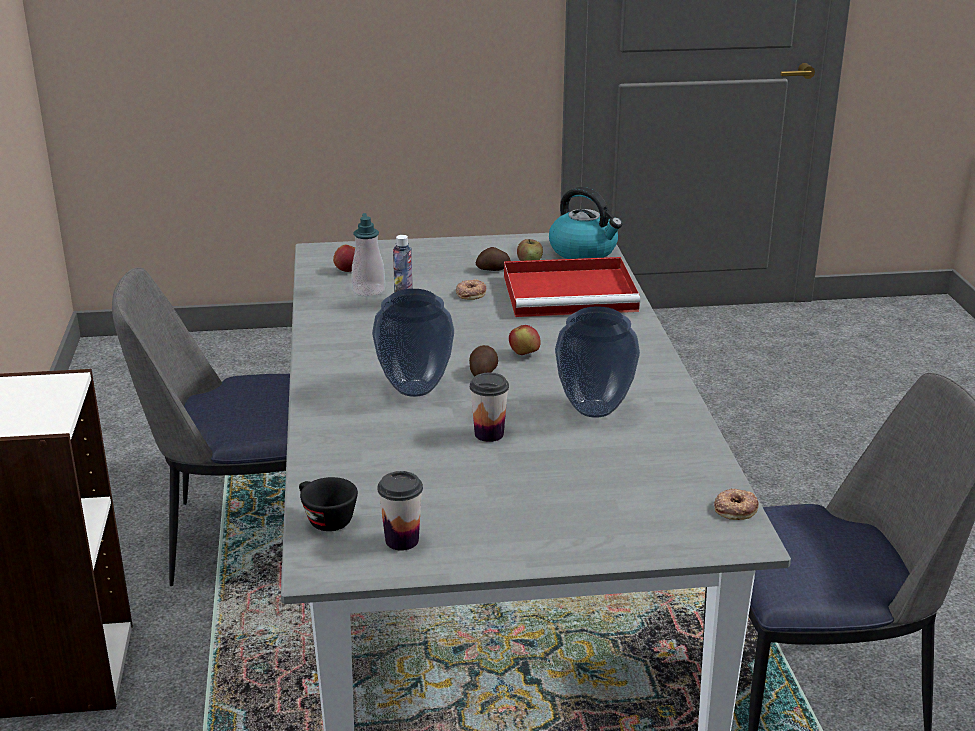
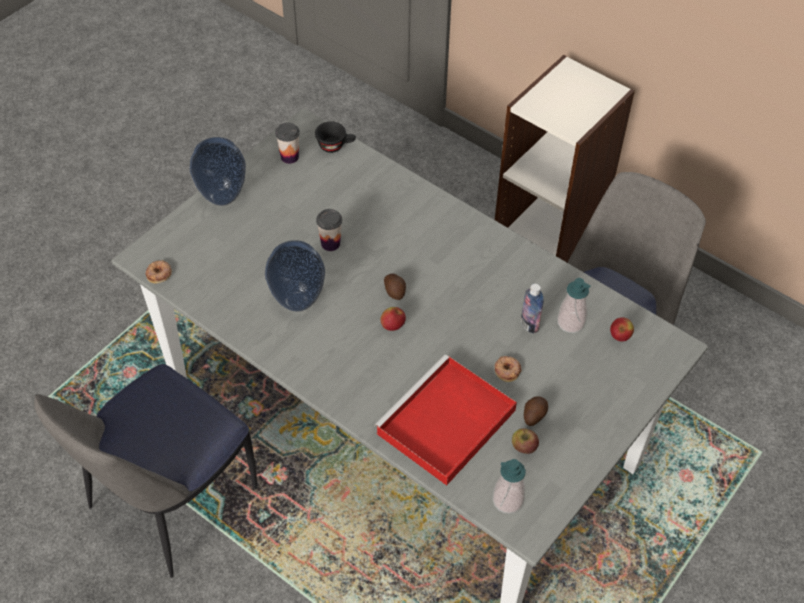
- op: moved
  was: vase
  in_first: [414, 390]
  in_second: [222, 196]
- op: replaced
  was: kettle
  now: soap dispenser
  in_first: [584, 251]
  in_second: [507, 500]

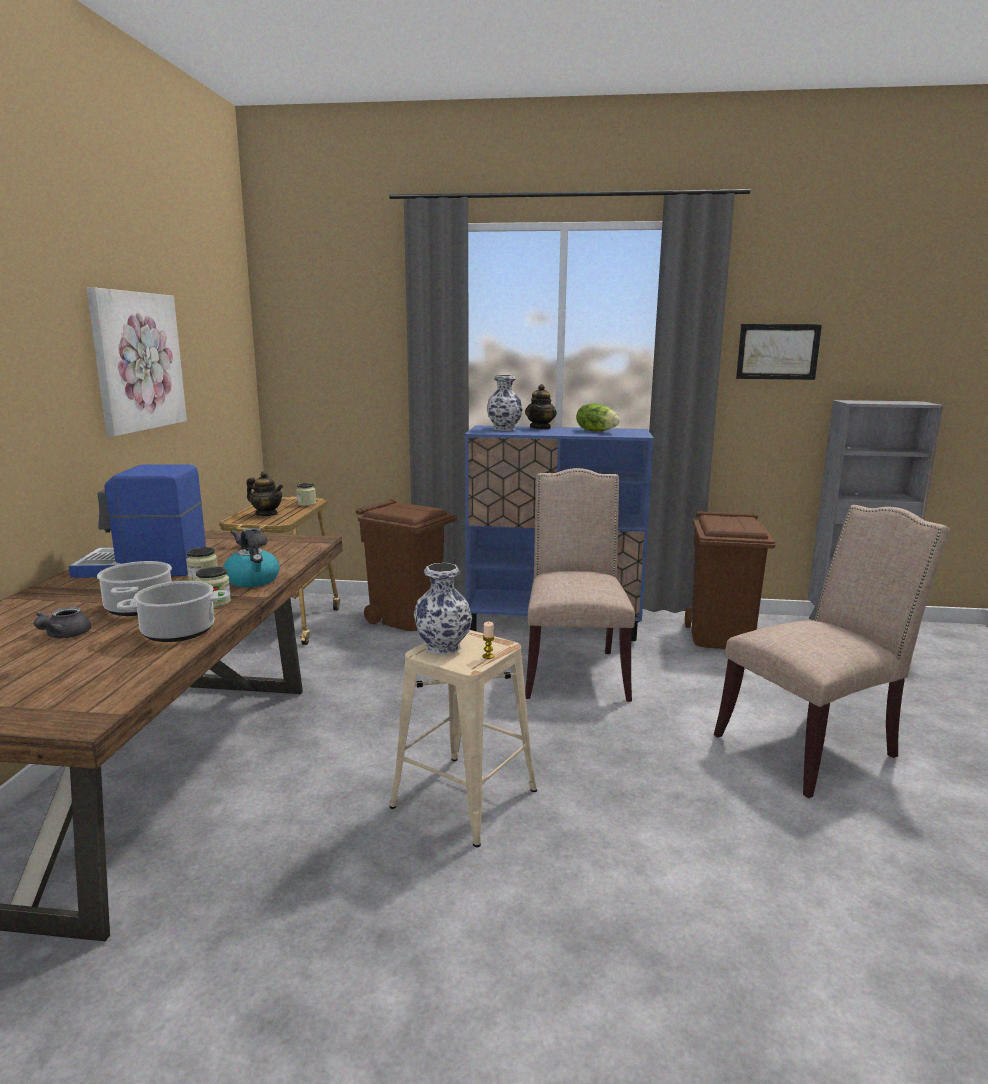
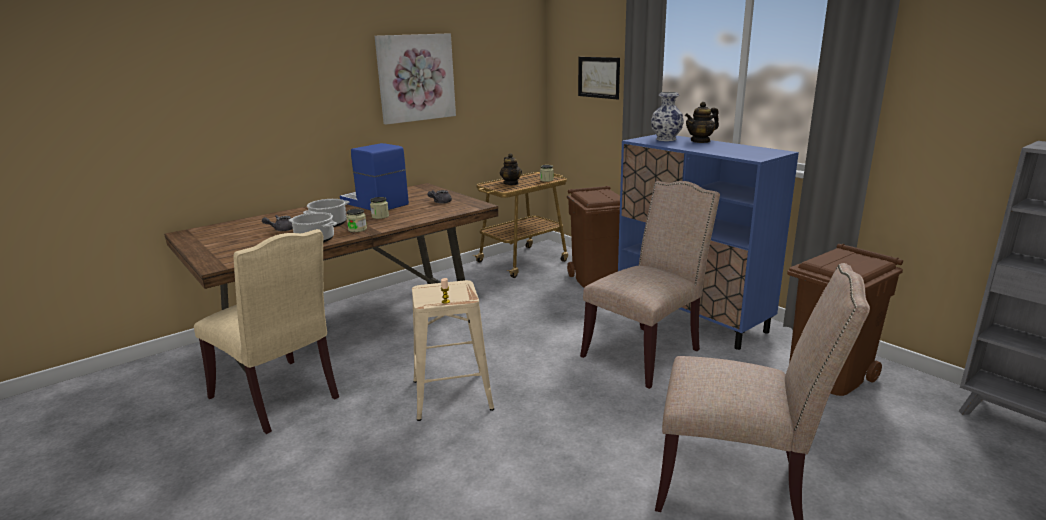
- op: removed
  was: kettle
  in_first: [253, 581]
- op: removed
  was: vase
  in_first: [444, 647]
- op: removed
  was: lettuce
  in_first: [596, 431]
- op: moved
  was: picture
  in_first: [777, 351]
  in_second: [598, 77]
- op: added
  now: chair (beige)
  in_second: [280, 398]

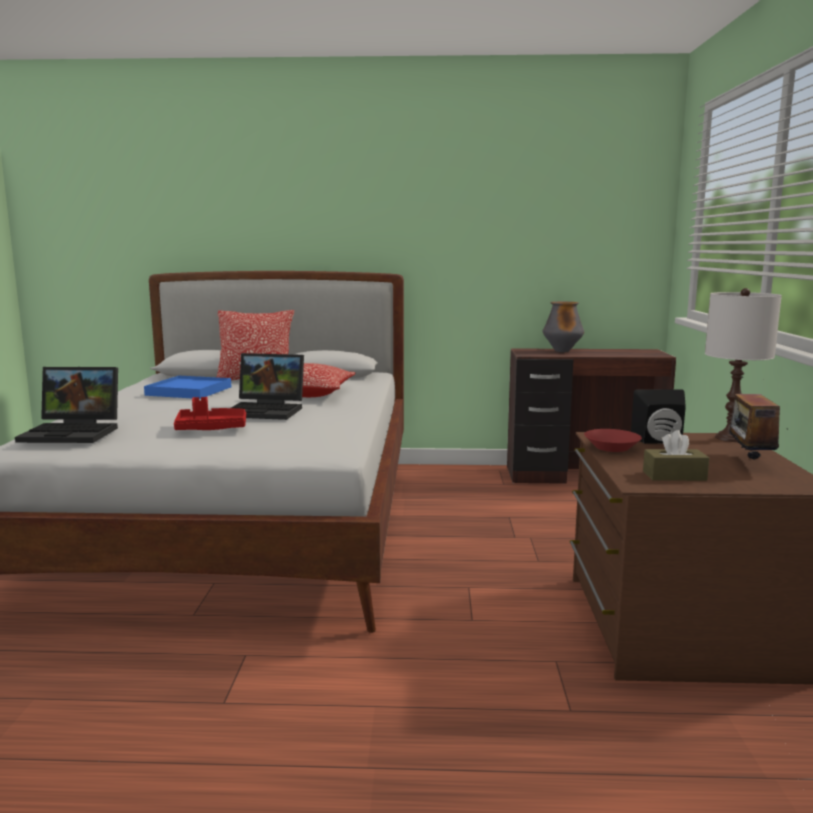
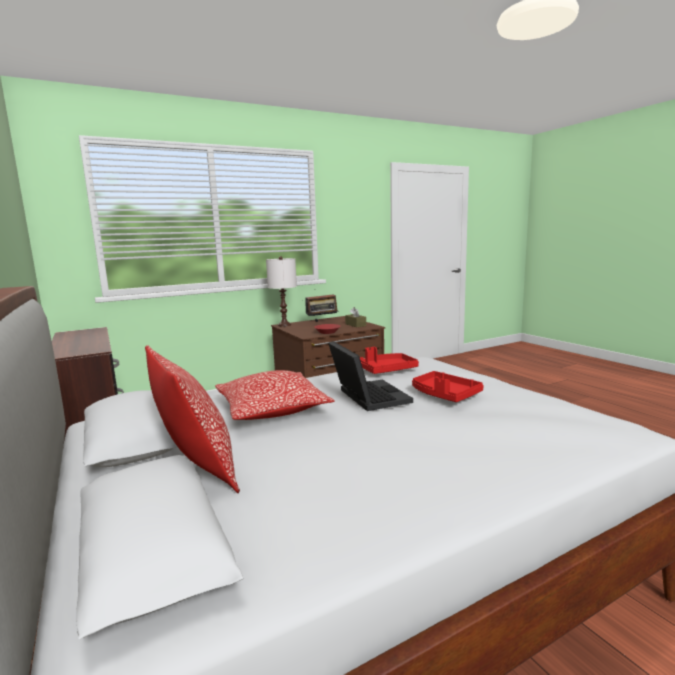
- op: removed
  was: laptop
  in_first: [75, 432]
- op: removed
  was: tray (blue)
  in_first: [189, 391]
- op: removed
  was: vase
  in_first: [562, 351]
- op: removed
  was: speaker (black)
  in_first: [659, 441]
- op: added
  now: tray (red)
  in_second: [386, 370]

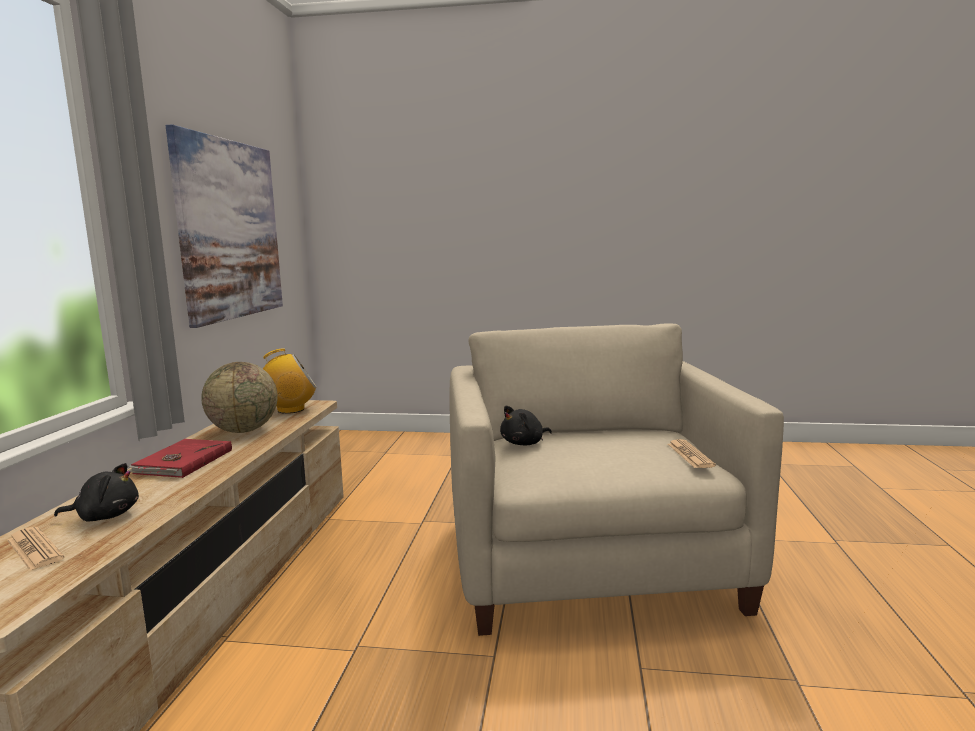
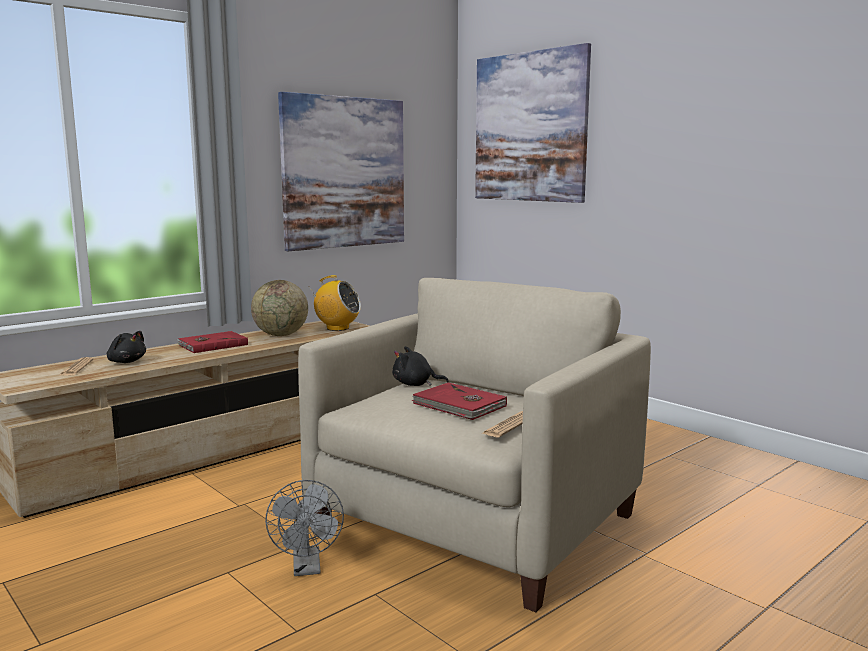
- op: added
  now: fan (grey)
  in_second: [307, 568]
- op: added
  now: book (red)
  in_second: [459, 405]
- op: added
  now: picture
  in_second: [530, 127]

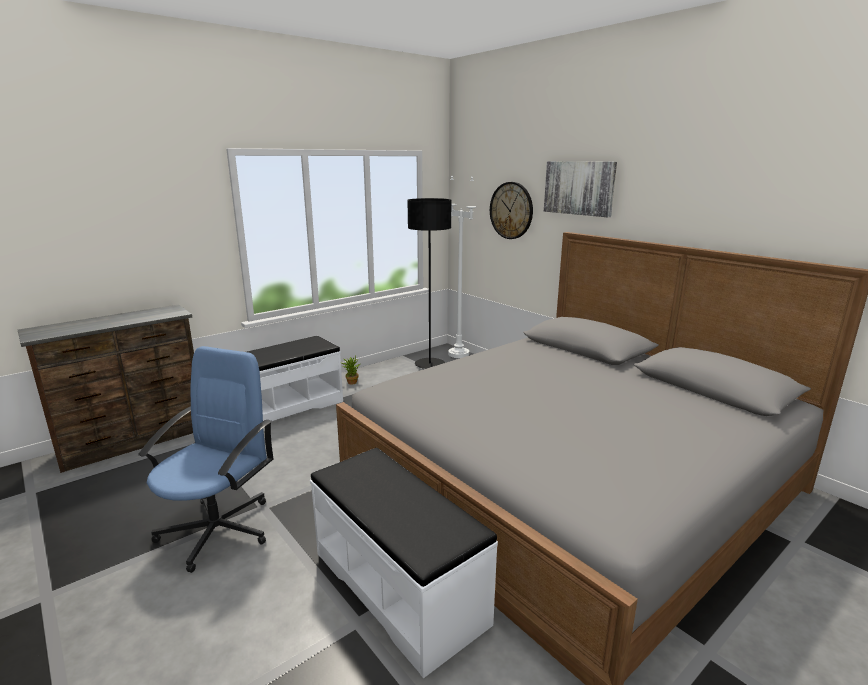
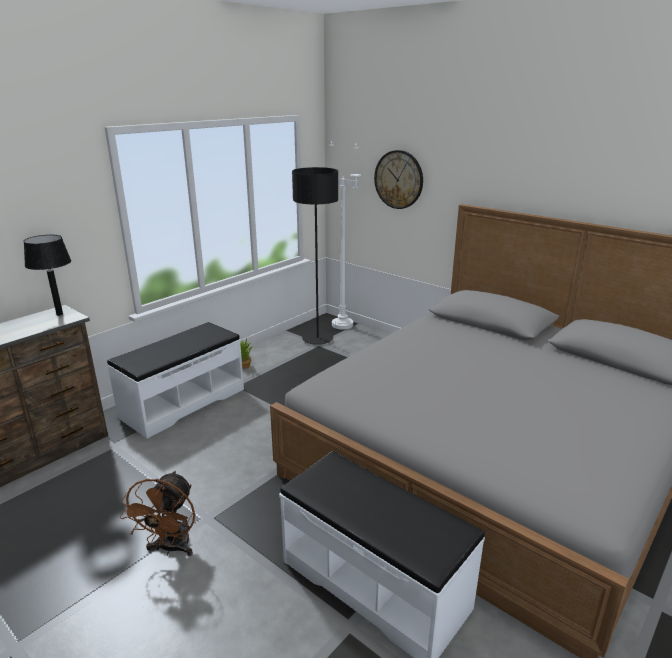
- op: replaced
  was: office chair (blue)
  now: fan (brown)
  in_first: [218, 529]
  in_second: [171, 548]
- op: removed
  was: picture
  in_first: [579, 188]
- op: added
  now: table lamp (black)
  in_second: [59, 314]

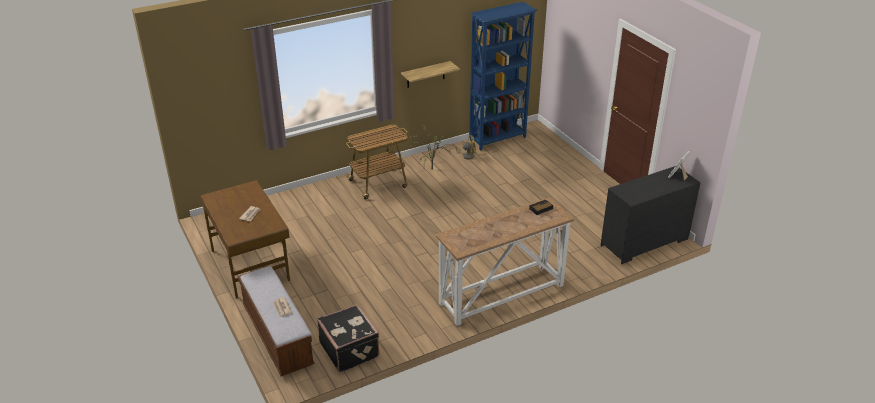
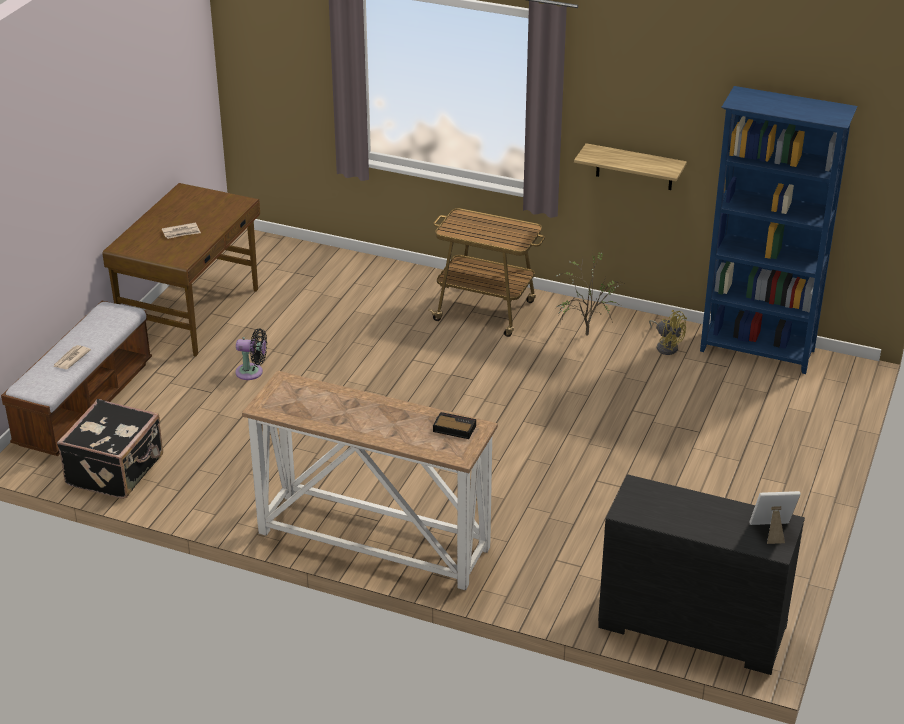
- op: added
  now: fan (black)
  in_second: [252, 372]

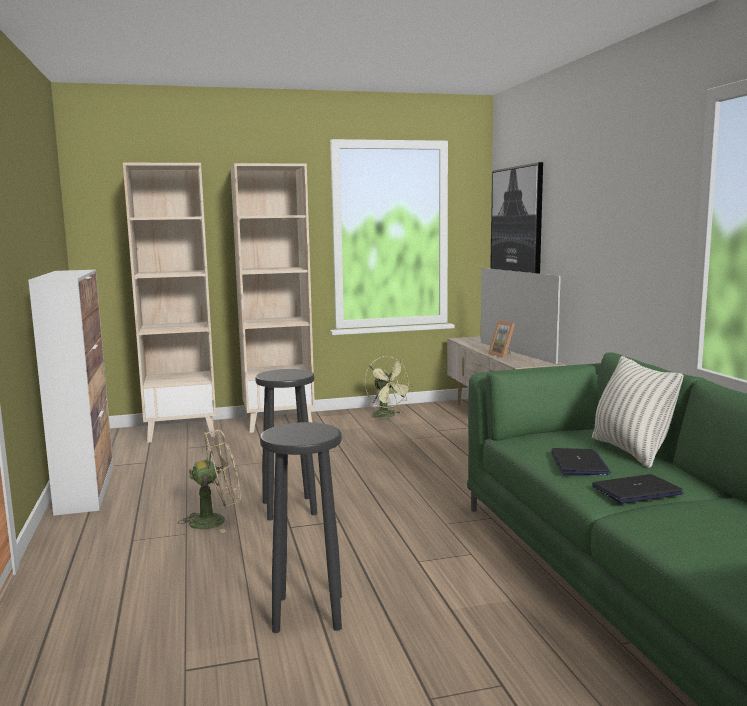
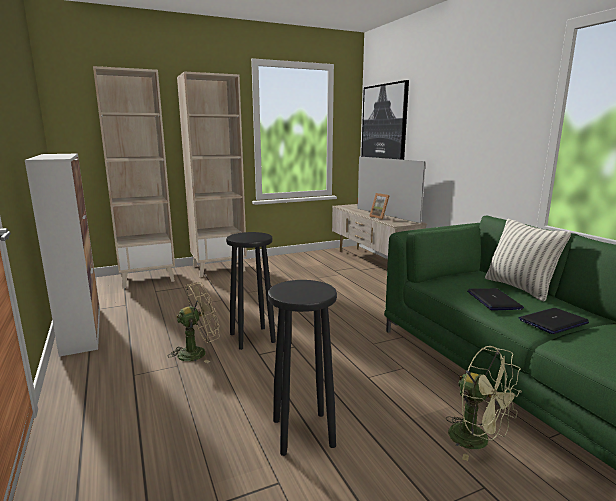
- op: moved
  was: fan (green)
  in_first: [387, 416]
  in_second: [477, 441]

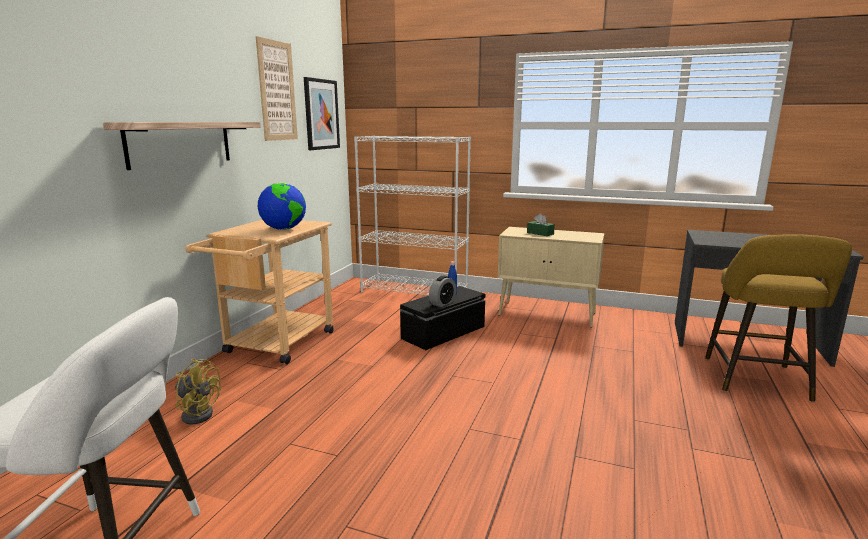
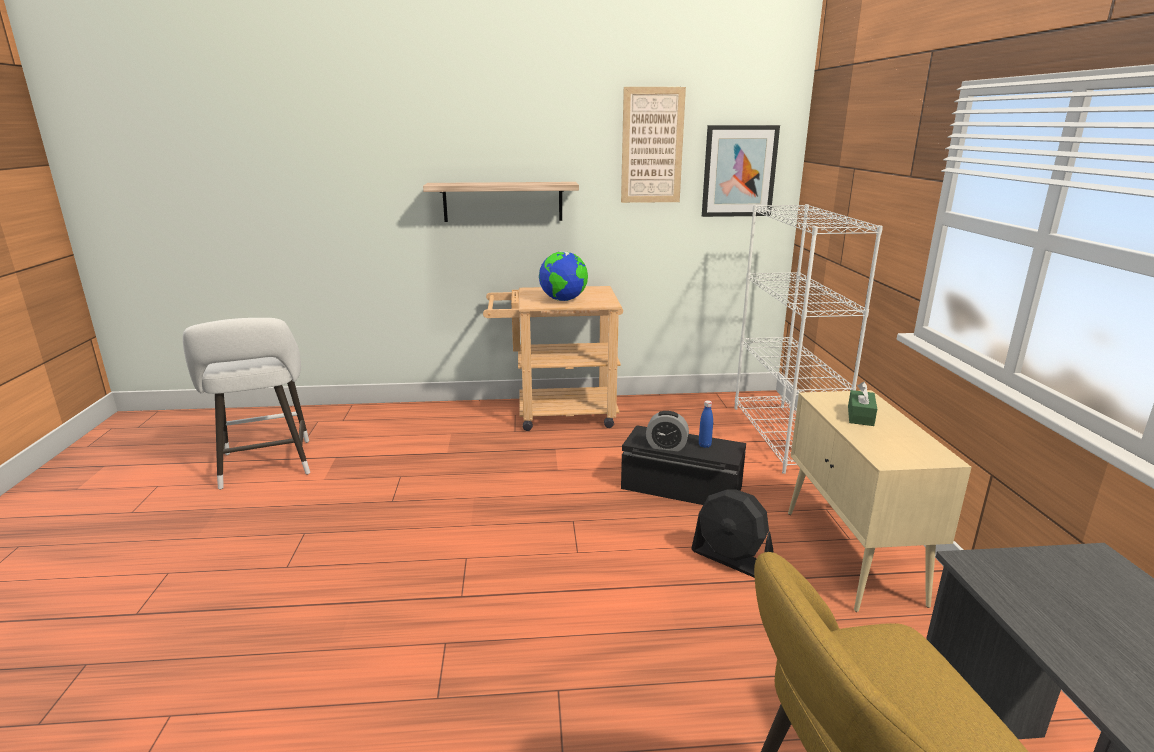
- op: removed
  was: fan (yellow)
  in_first: [198, 413]
- op: added
  now: fan (black)
  in_second: [731, 559]

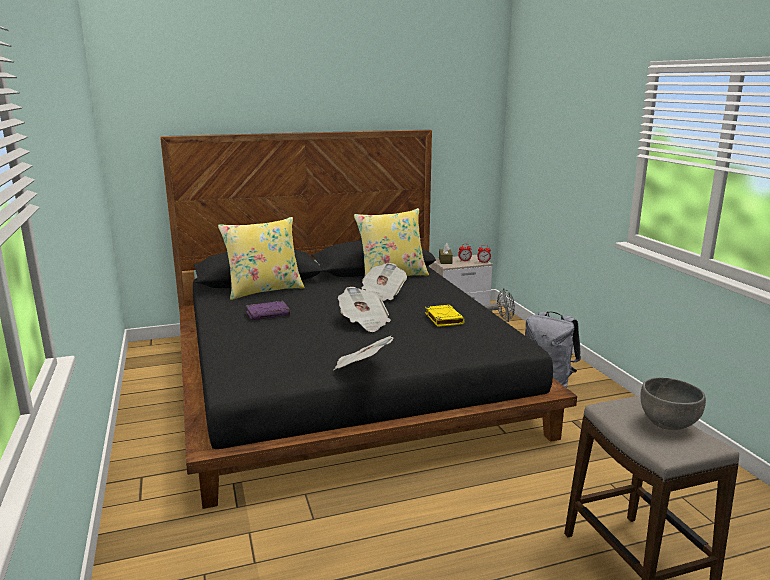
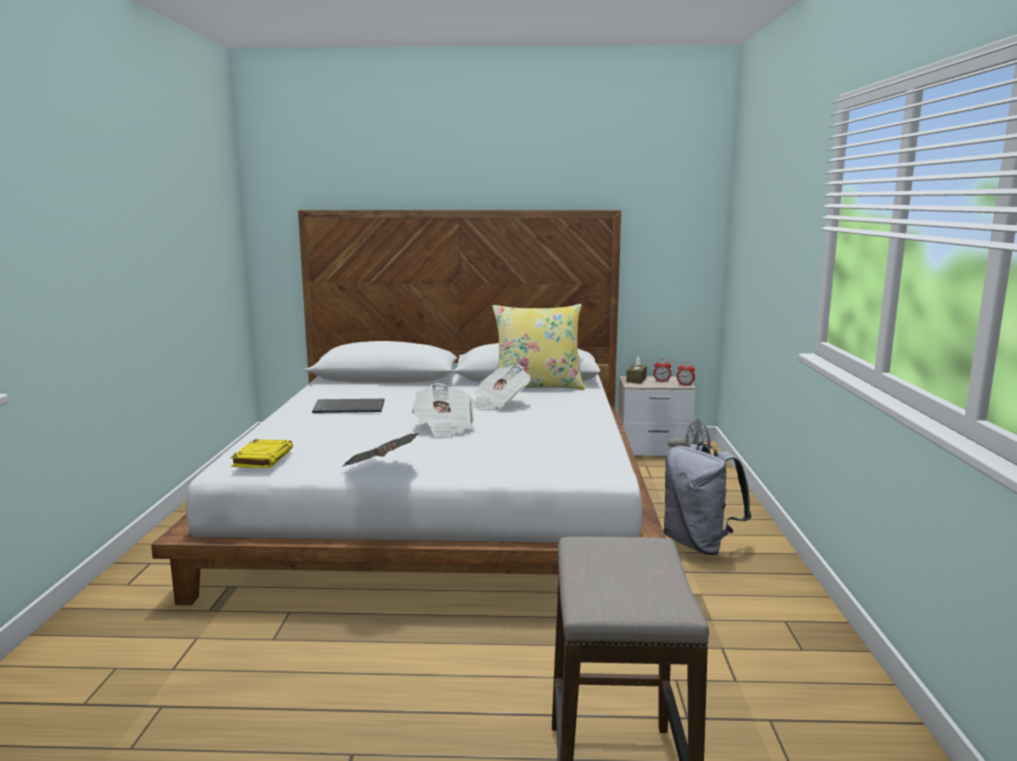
- op: recoloured
  was: bed (black)
  now: bed (white)
  in_first: [344, 380]
  in_second: [443, 504]
- op: removed
  was: pillow (yellow)
  in_first: [264, 290]
- op: replaced
  was: book (purple)
  now: keyboard
  in_first: [268, 313]
  in_second: [350, 407]
- op: moved
  was: book (yellow)
  in_first: [443, 318]
  in_second: [262, 458]
- op: removed
  was: bowl (grey)
  in_first: [667, 424]

